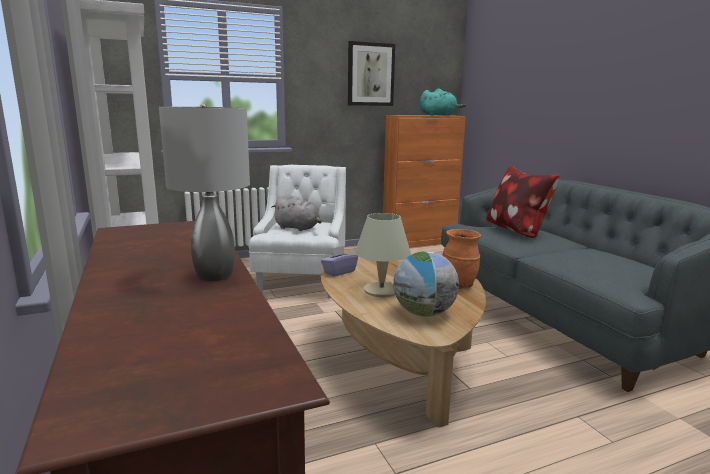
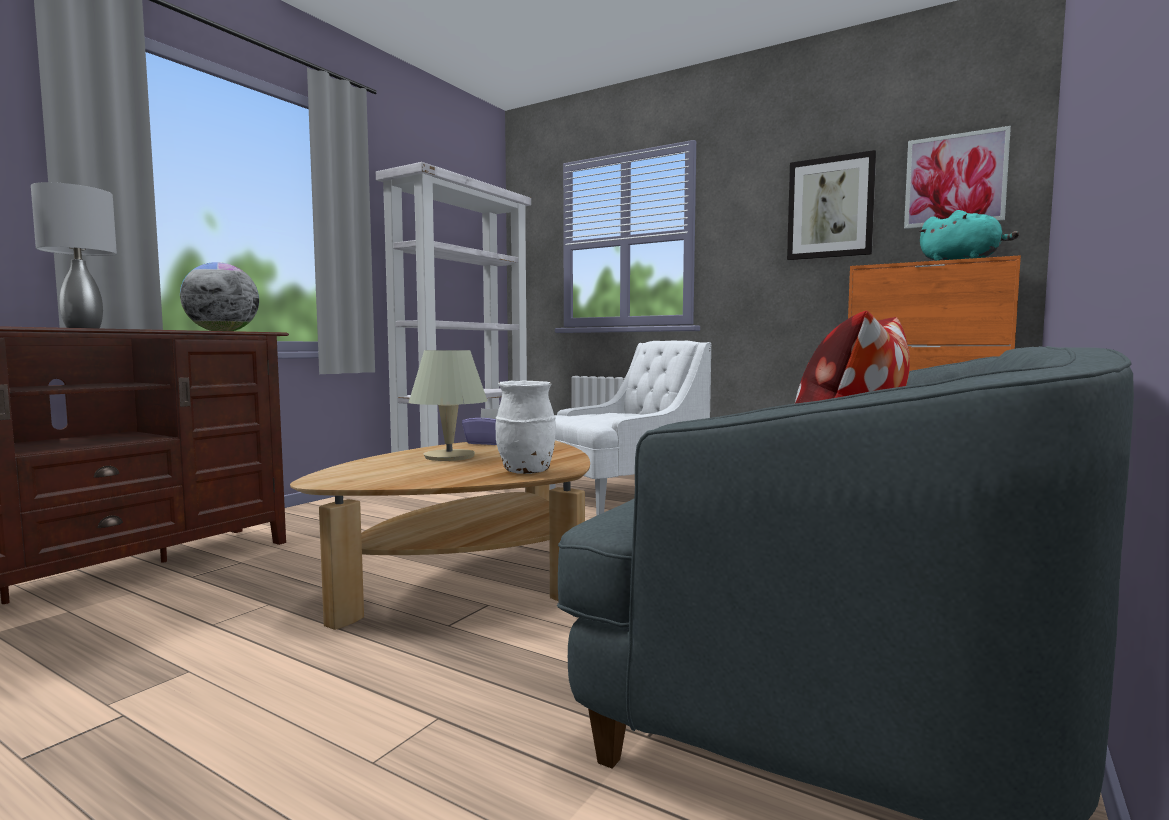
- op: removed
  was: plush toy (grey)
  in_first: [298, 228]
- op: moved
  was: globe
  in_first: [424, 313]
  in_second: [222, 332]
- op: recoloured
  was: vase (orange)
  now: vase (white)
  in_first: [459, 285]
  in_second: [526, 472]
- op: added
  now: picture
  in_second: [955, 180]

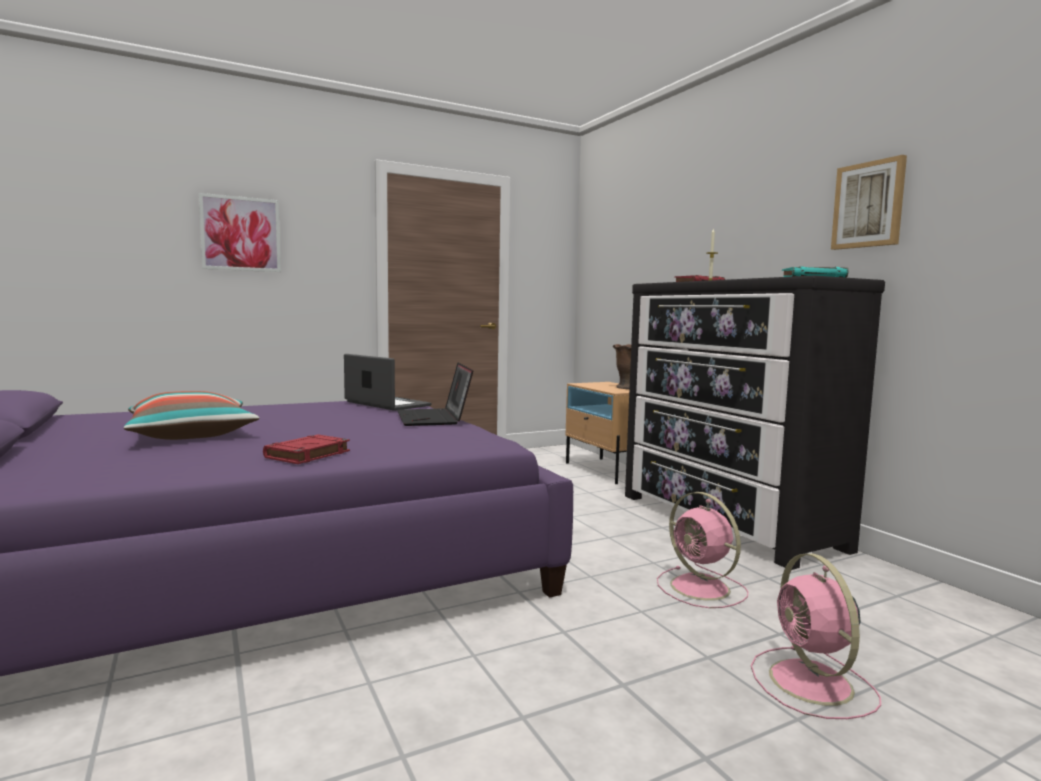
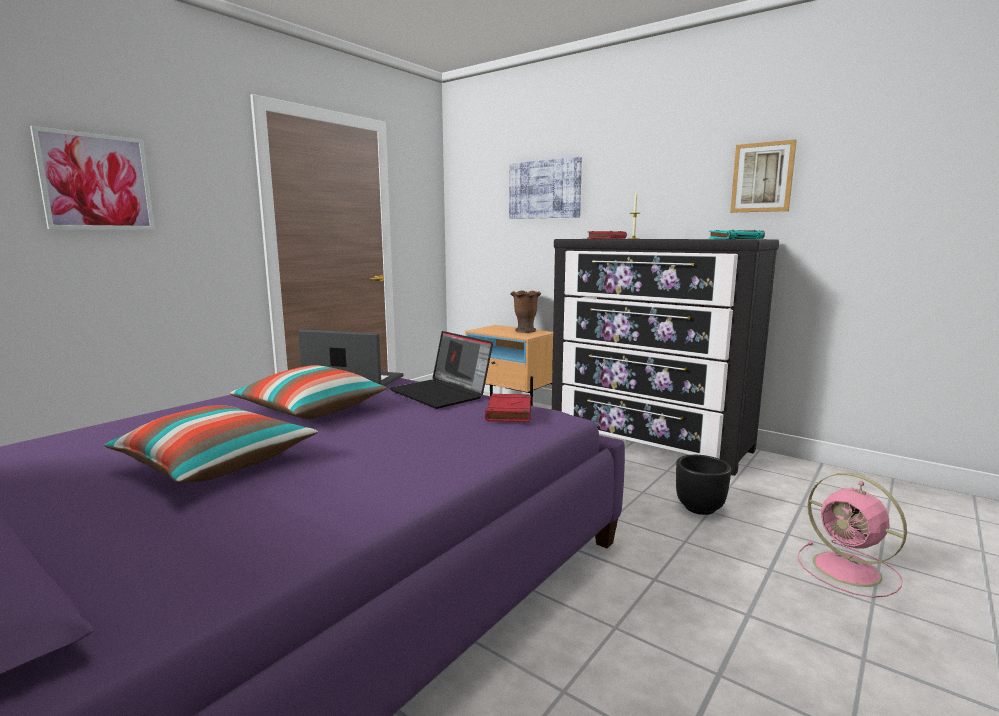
- op: moved
  was: book (red)
  in_first: [307, 455]
  in_second: [509, 413]
- op: replaced
  was: fan (pink)
  now: planter (black)
  in_first: [702, 588]
  in_second: [700, 508]
- op: added
  now: pillow
  in_second: [312, 410]
- op: added
  now: picture
  in_second: [544, 189]

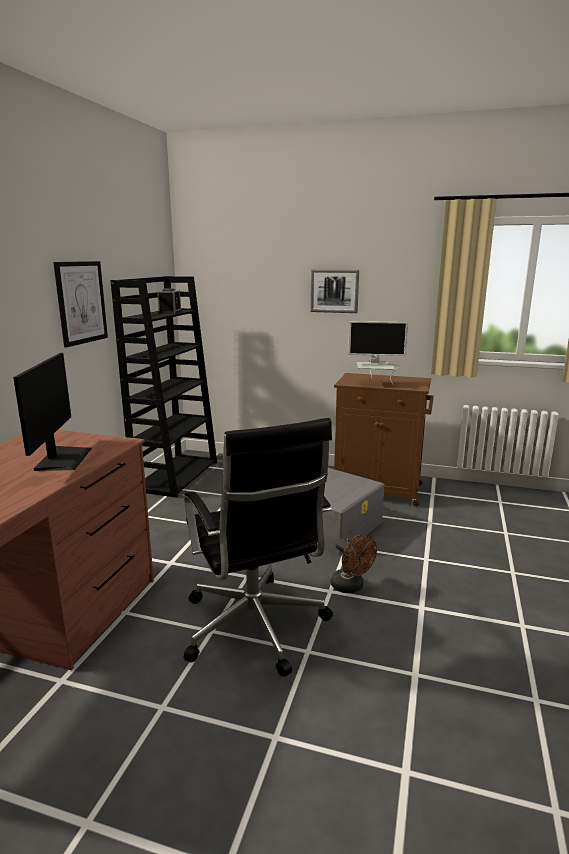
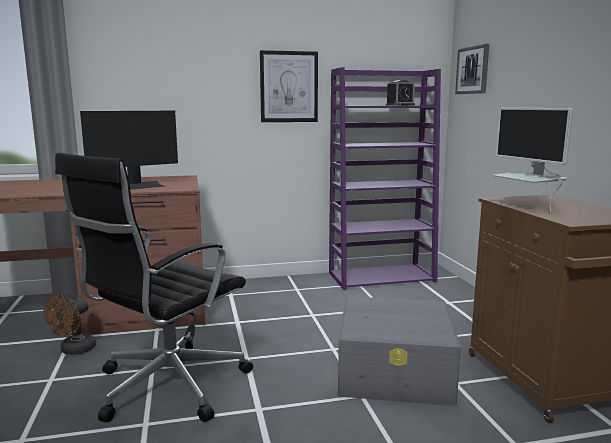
- op: recoloured
  was: bookcase (black)
  now: bookcase (purple)
  in_first: [176, 475]
  in_second: [382, 277]
- op: moved
  was: picture
  in_first: [334, 291]
  in_second: [472, 70]
- op: moved
  was: fan (brown)
  in_first: [351, 587]
  in_second: [74, 350]

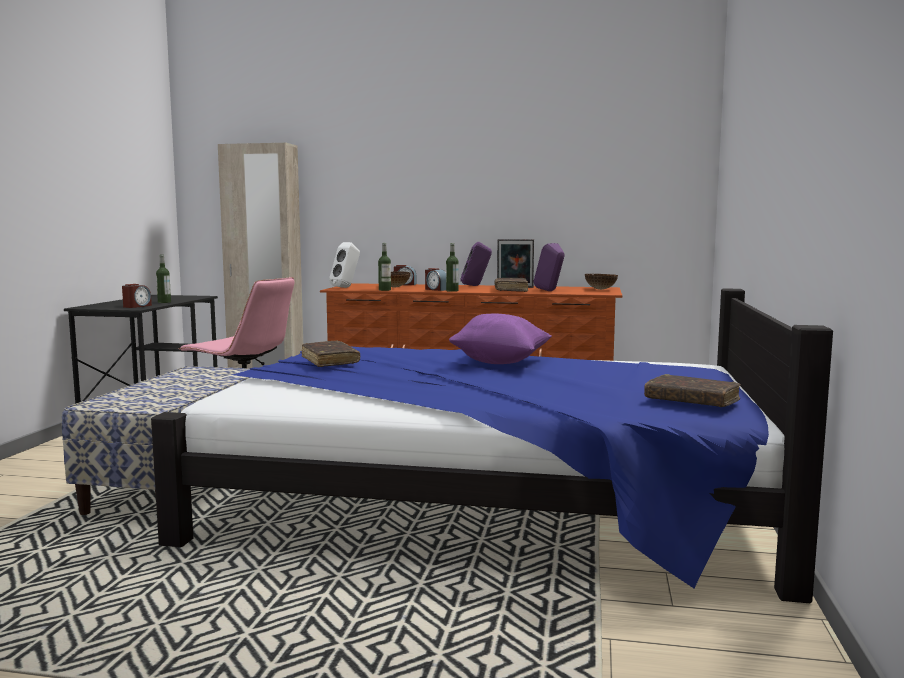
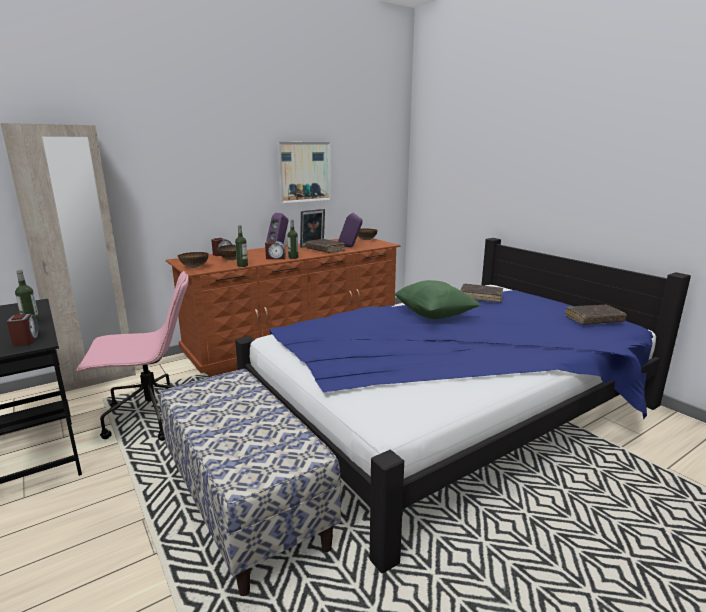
- op: moved
  was: book (brown)
  in_first: [330, 361]
  in_second: [481, 297]
- op: replaced
  was: speaker (white)
  now: bowl
  in_first: [346, 287]
  in_second: [195, 267]
- op: recoloured
  was: pillow (purple)
  now: pillow (green)
  in_first: [501, 363]
  in_second: [434, 315]
- op: added
  now: picture
  in_second: [304, 172]

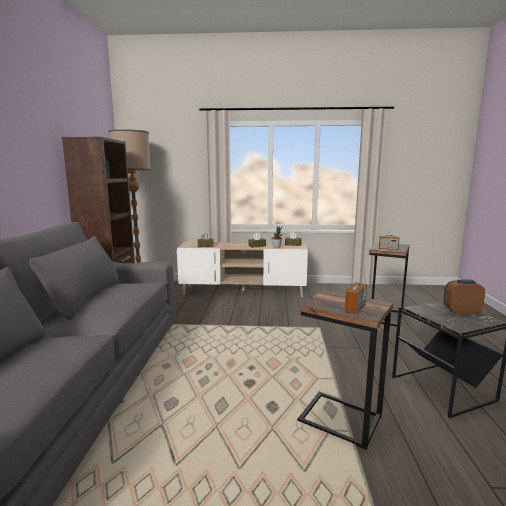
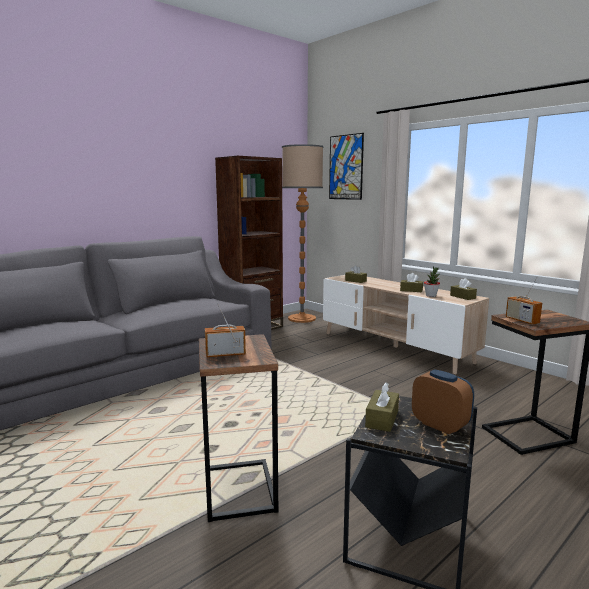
- op: added
  now: picture
  in_second: [346, 167]
- op: added
  now: tissue box (brown)
  in_second: [382, 419]

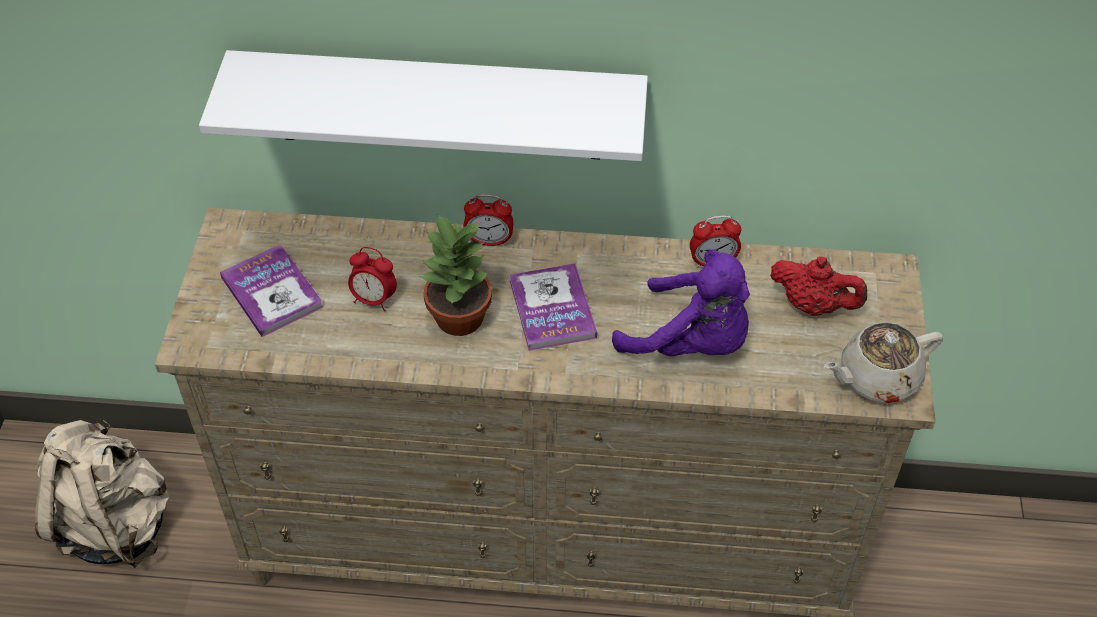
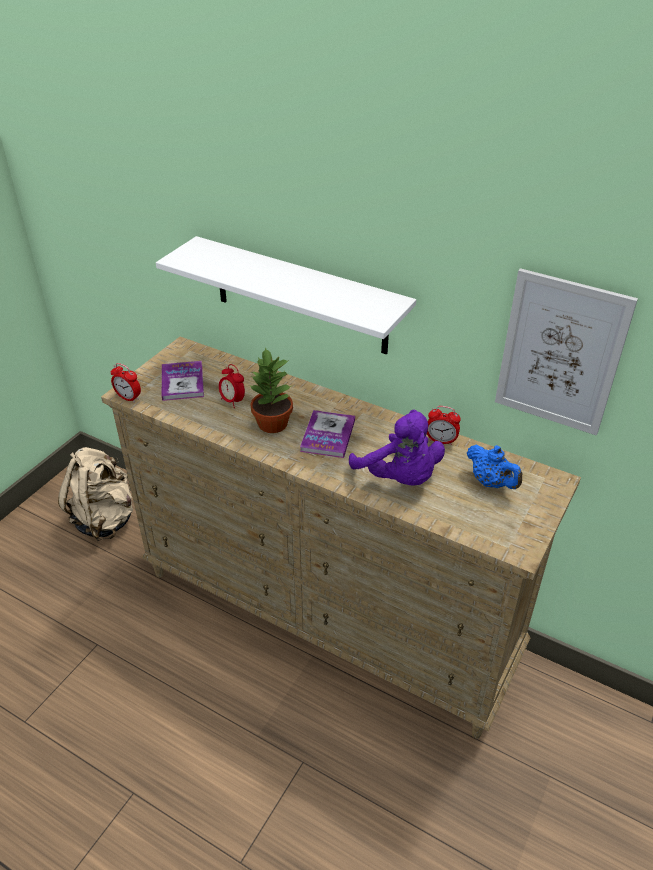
- op: moved
  was: alarm clock
  in_first: [489, 241]
  in_second: [128, 398]
- op: recoloured
  was: teapot (red)
  now: teapot (blue)
  in_first: [813, 305]
  in_second: [491, 483]
- op: removed
  was: teapot (beige)
  in_first: [876, 378]
- op: added
  now: picture
  in_second: [560, 353]

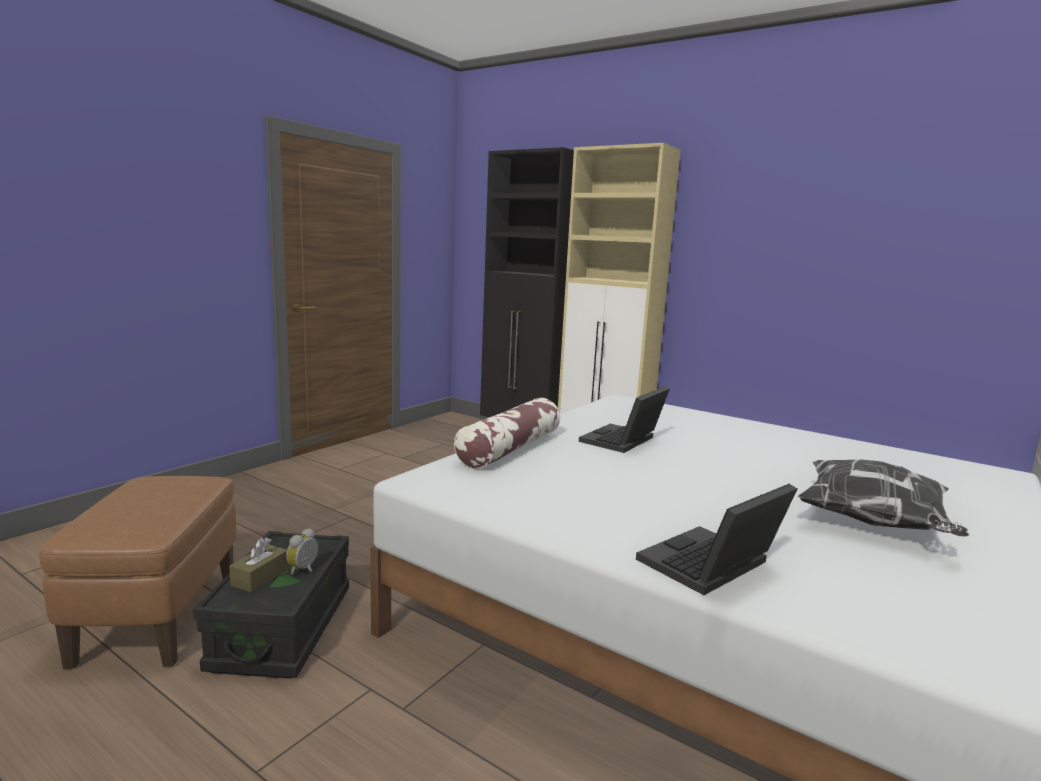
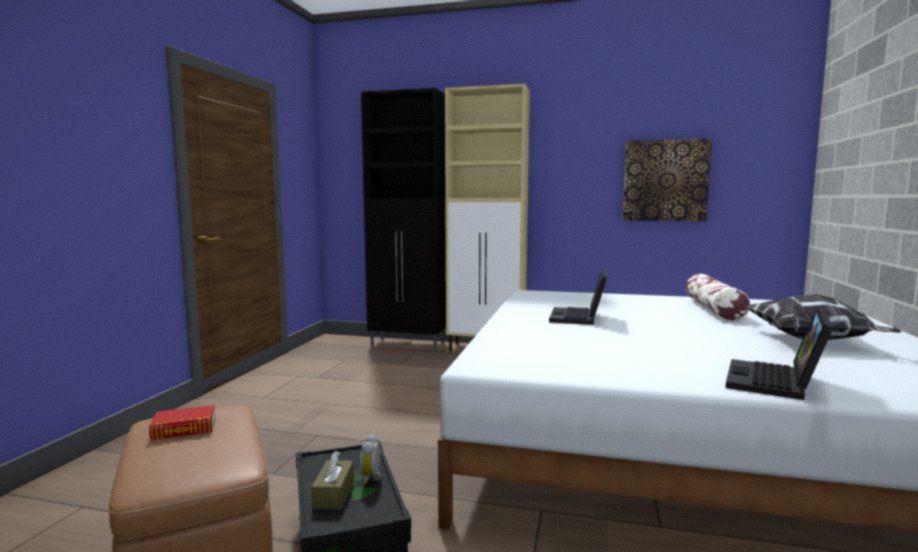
- op: moved
  was: pillow
  in_first: [510, 449]
  in_second: [714, 309]
- op: added
  now: book
  in_second: [184, 429]
- op: added
  now: picture
  in_second: [665, 180]

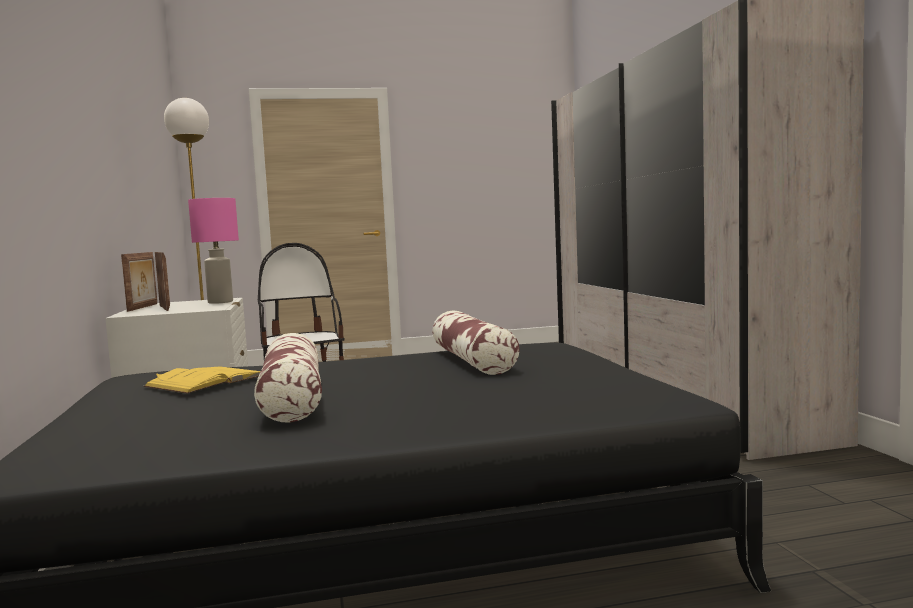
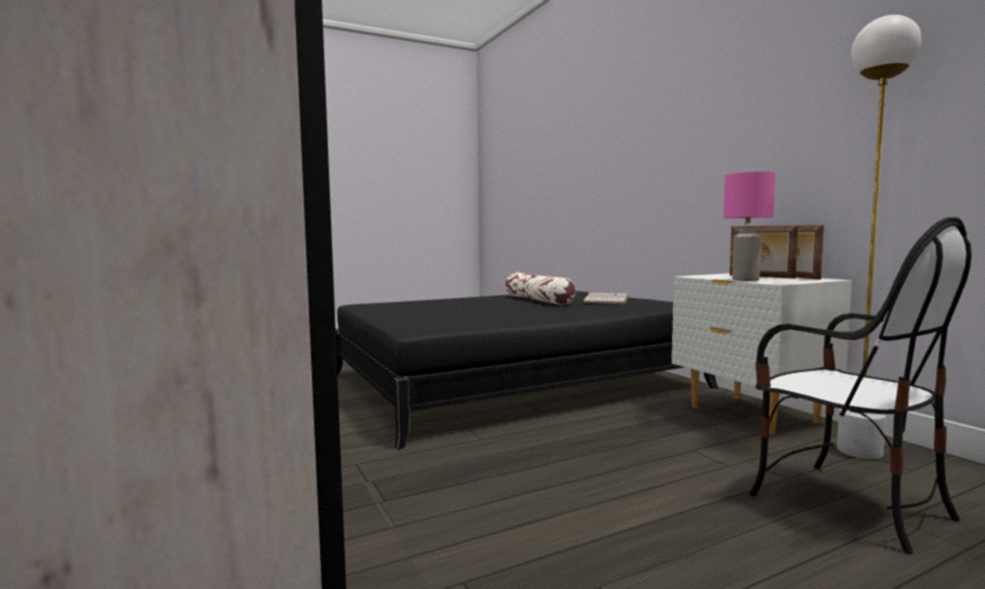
- op: recoloured
  was: book (yellow)
  now: book (white)
  in_first: [206, 380]
  in_second: [607, 300]
- op: removed
  was: pillow
  in_first: [472, 360]

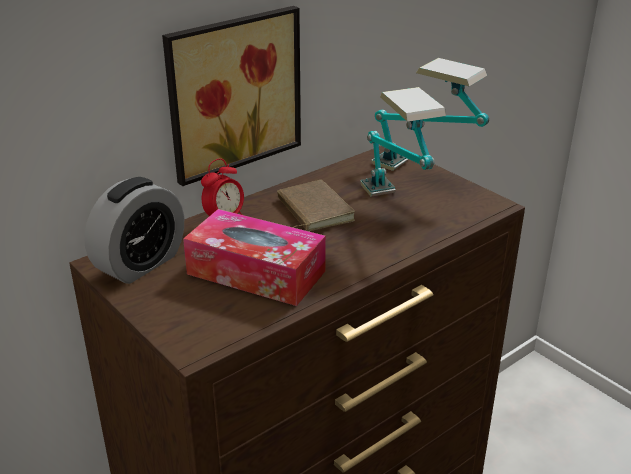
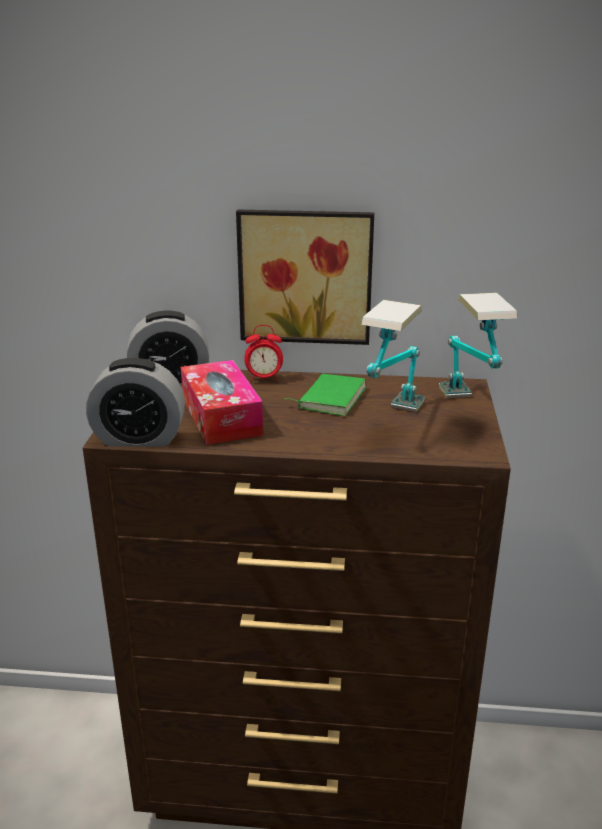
- op: recoloured
  was: book (brown)
  now: book (green)
  in_first: [312, 210]
  in_second: [330, 398]
- op: added
  now: alarm clock
  in_second: [139, 438]

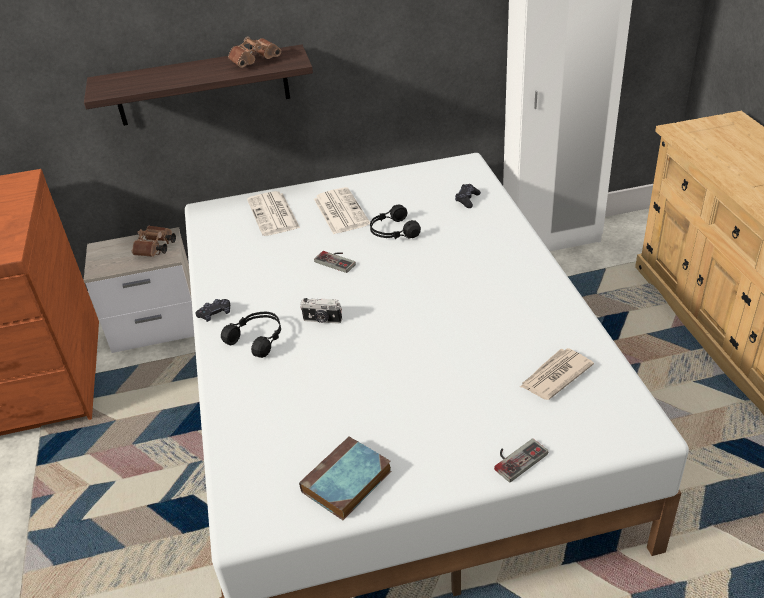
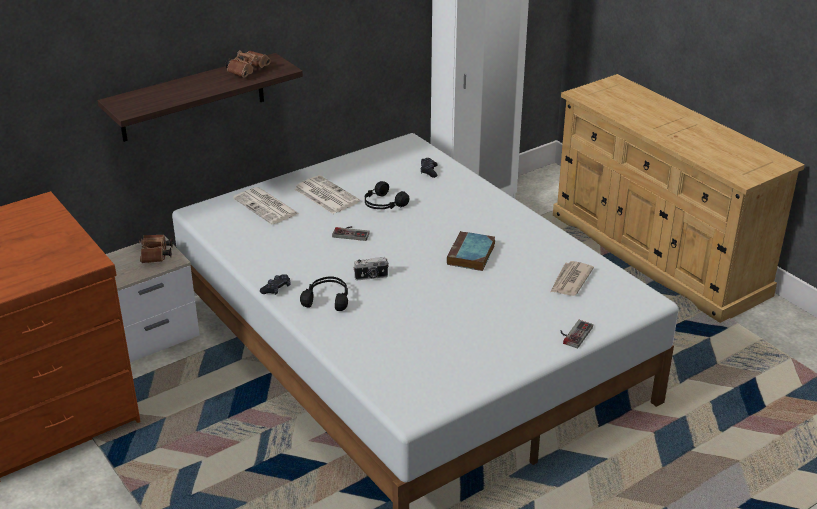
- op: moved
  was: book
  in_first: [346, 483]
  in_second: [471, 255]

